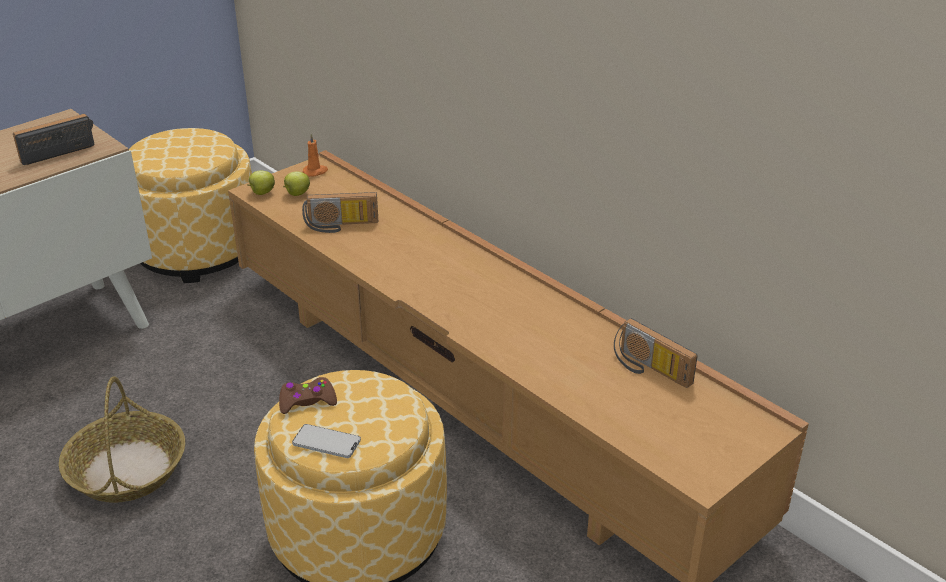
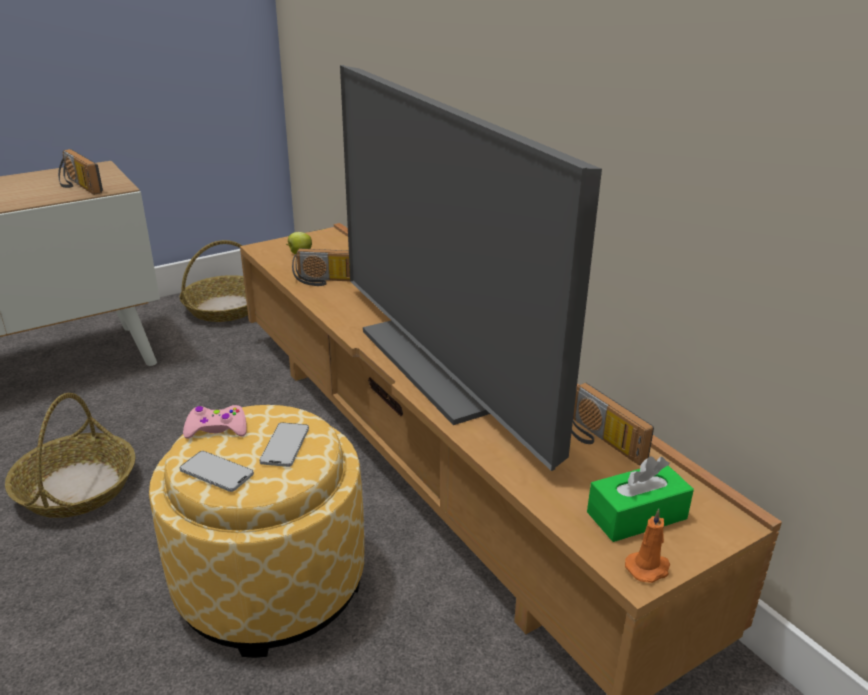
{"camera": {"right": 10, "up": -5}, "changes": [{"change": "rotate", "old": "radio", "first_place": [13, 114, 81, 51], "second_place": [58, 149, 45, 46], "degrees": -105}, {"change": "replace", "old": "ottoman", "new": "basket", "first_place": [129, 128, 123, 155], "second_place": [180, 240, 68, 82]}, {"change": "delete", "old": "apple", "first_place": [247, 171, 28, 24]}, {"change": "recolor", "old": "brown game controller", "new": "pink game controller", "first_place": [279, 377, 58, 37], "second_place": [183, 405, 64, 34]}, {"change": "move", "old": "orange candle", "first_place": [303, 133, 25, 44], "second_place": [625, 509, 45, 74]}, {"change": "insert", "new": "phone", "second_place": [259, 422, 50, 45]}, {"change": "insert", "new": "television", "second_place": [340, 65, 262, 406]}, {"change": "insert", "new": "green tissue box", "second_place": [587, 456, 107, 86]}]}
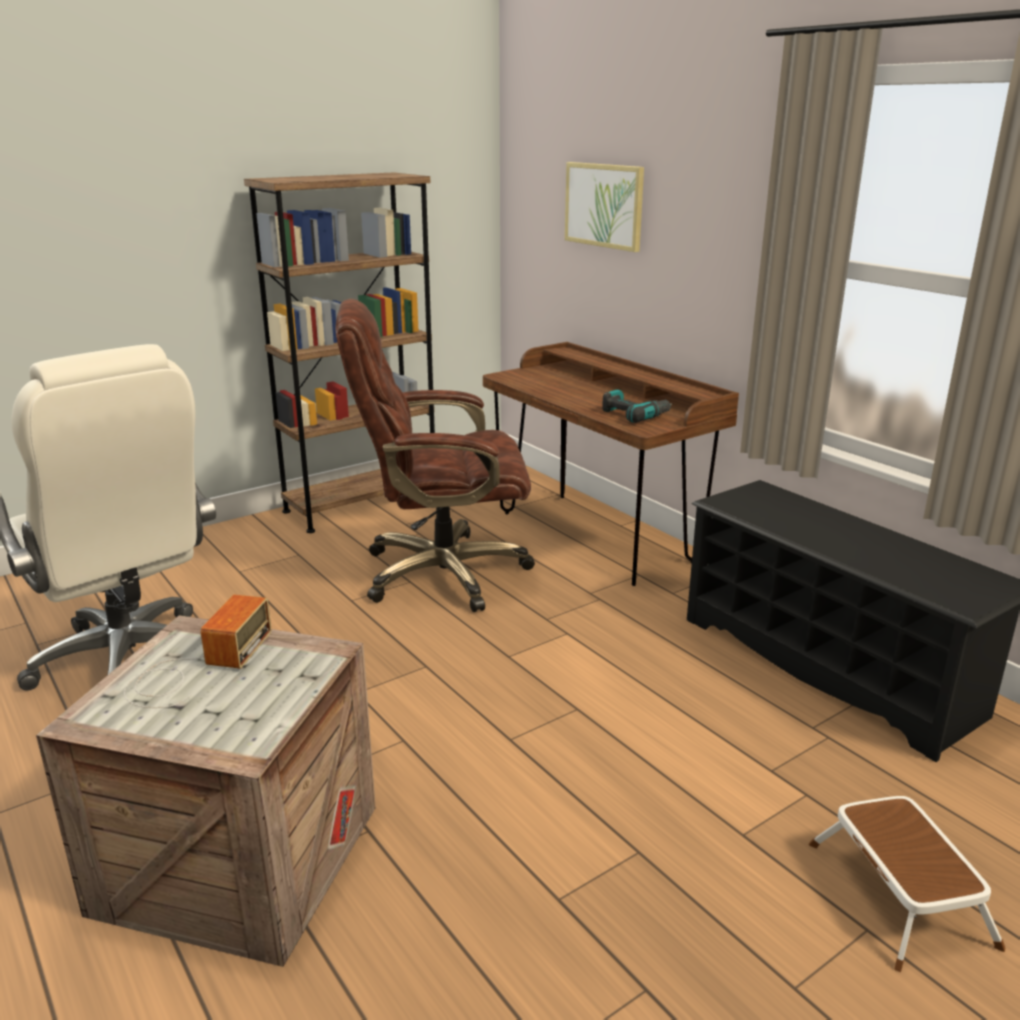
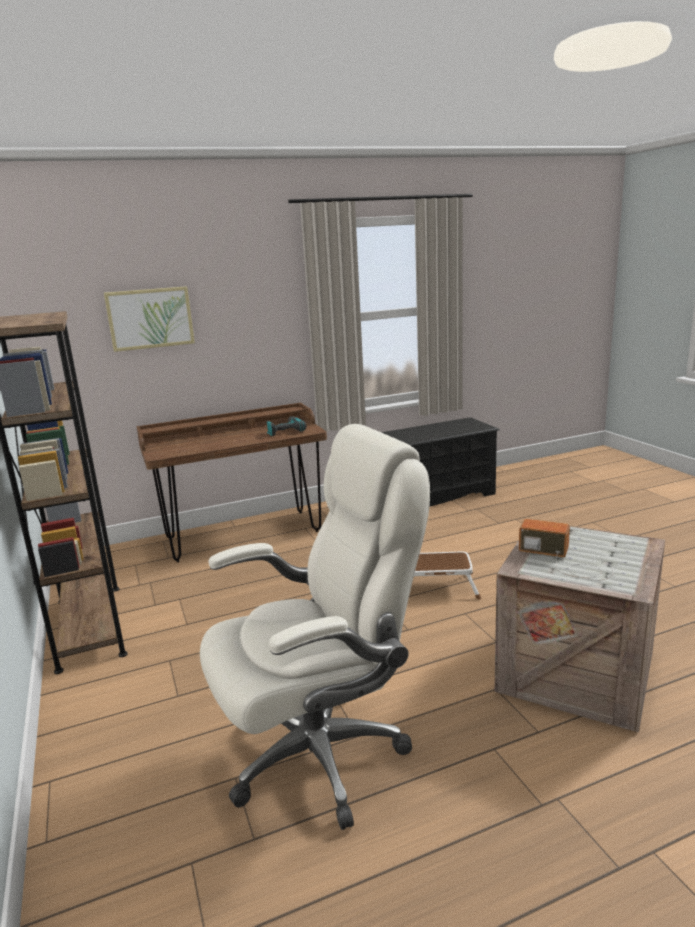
{"camera": {"right": -75, "up": -5}, "changes": [{"change": "delete", "old": "brown office chair", "first_place": [335, 299, 200, 313]}, {"change": "move", "old": "brown step ladder", "first_place": [808, 796, 197, 176], "second_place": [414, 552, 67, 48]}]}
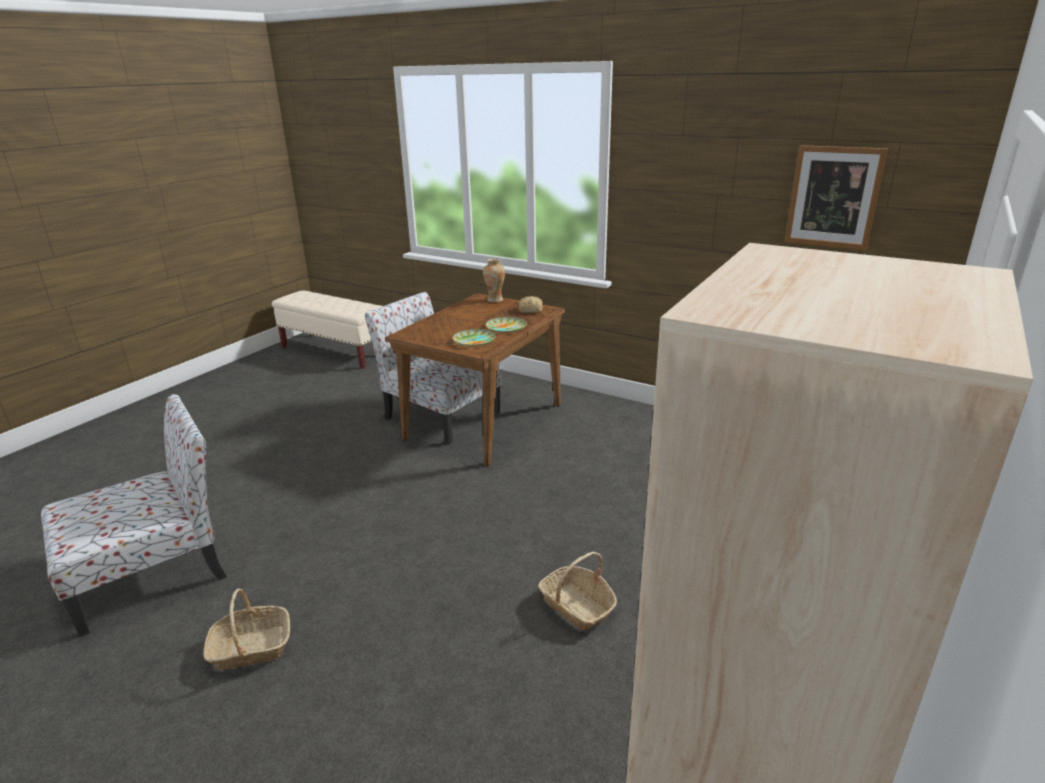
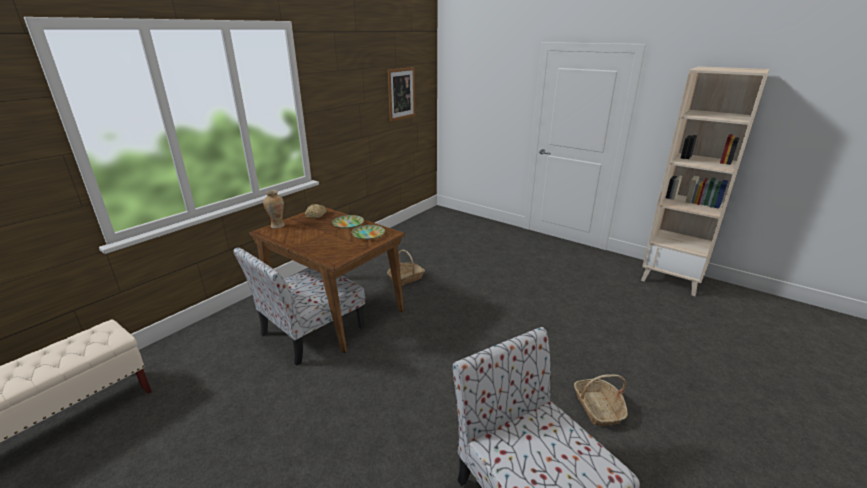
{"camera": {"right": -85, "up": 0}, "changes": [{"change": "move", "old": "basket", "first_place": [538, 552, 79, 79], "second_place": [387, 250, 38, 36]}]}
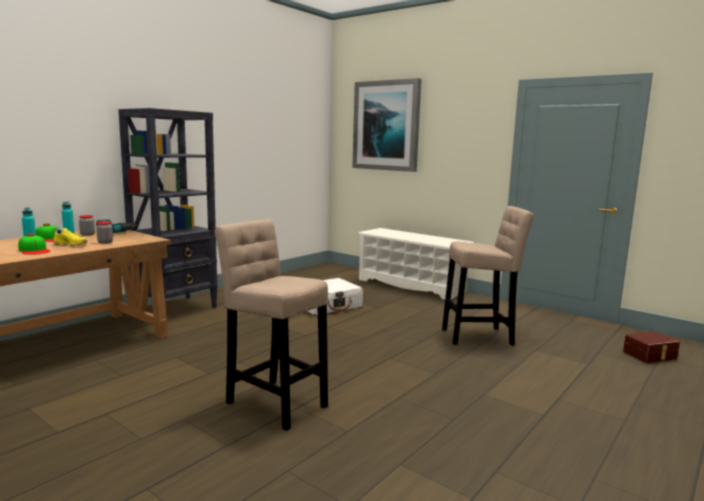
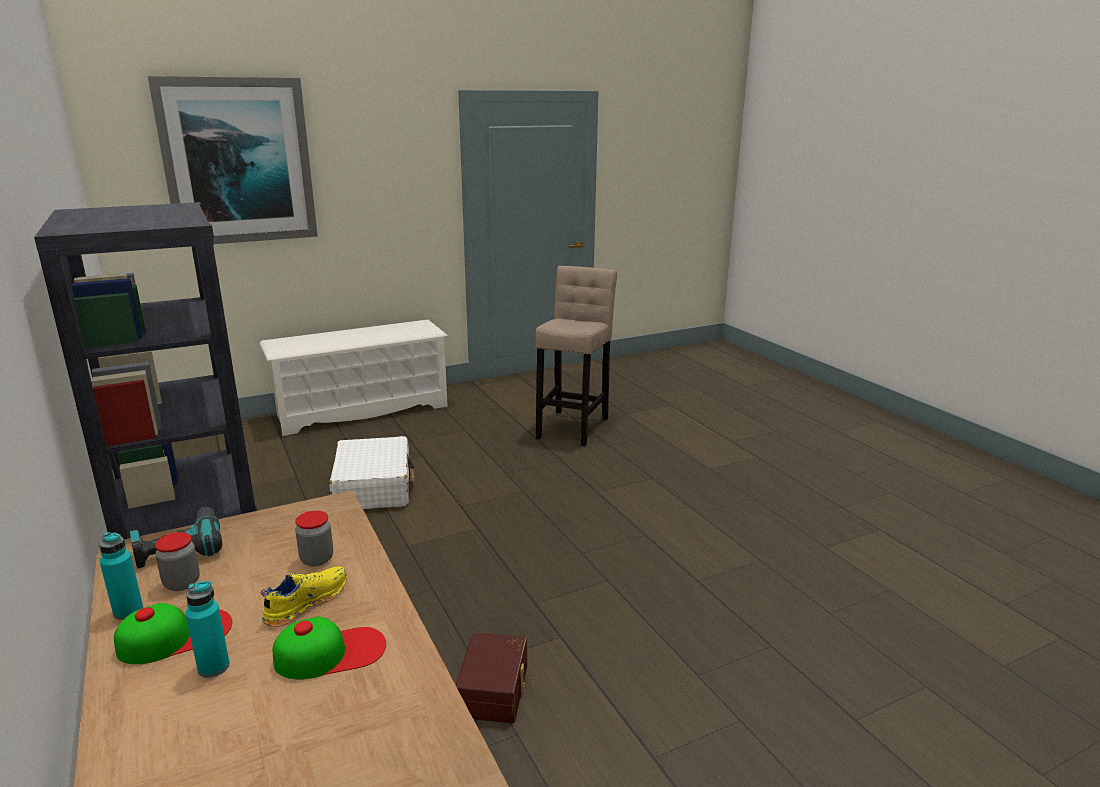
{"camera": {"right": -65, "up": 10}, "changes": [{"change": "delete", "old": "beige stool", "first_place": [215, 219, 113, 212]}, {"change": "move", "old": "brown storage box", "first_place": [623, 331, 57, 32], "second_place": [456, 633, 71, 90]}]}
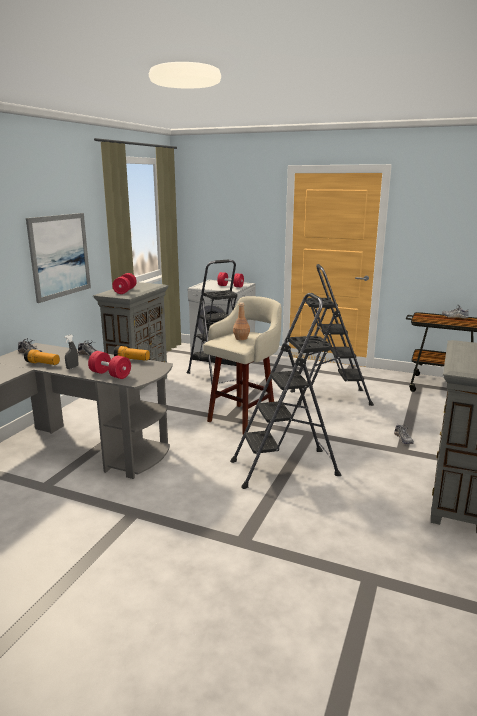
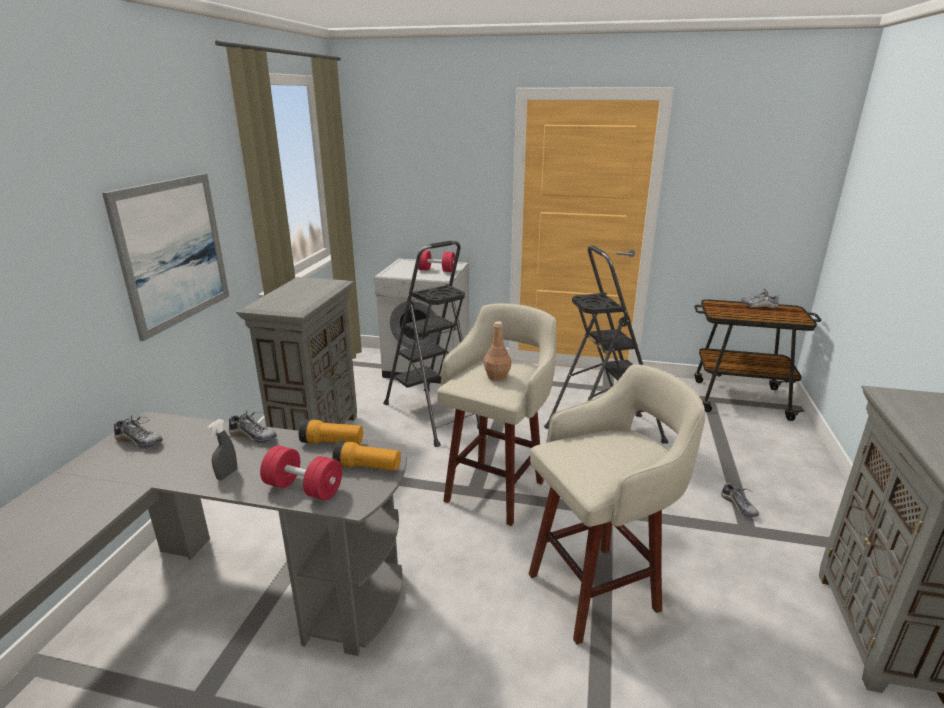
{"camera": {"right": -10, "up": 5}, "changes": [{"change": "move", "old": "flashlight", "first_place": [24, 349, 36, 16], "second_place": [332, 441, 69, 30]}, {"change": "delete", "old": "red dumbbell", "first_place": [112, 273, 25, 21]}, {"change": "replace", "old": "step ladder", "new": "beige stool", "first_place": [230, 293, 111, 196], "second_place": [529, 364, 176, 281]}]}
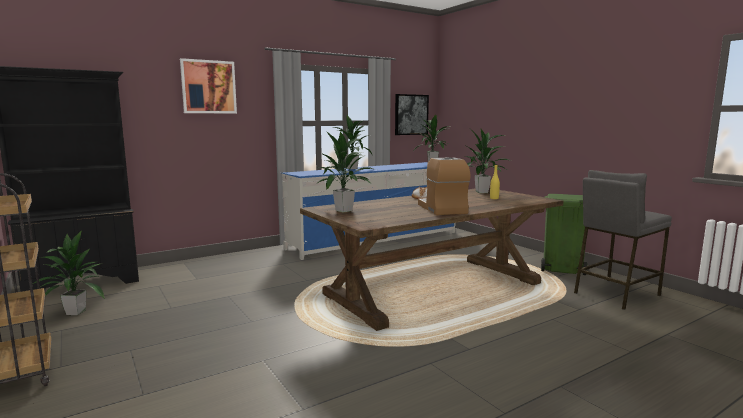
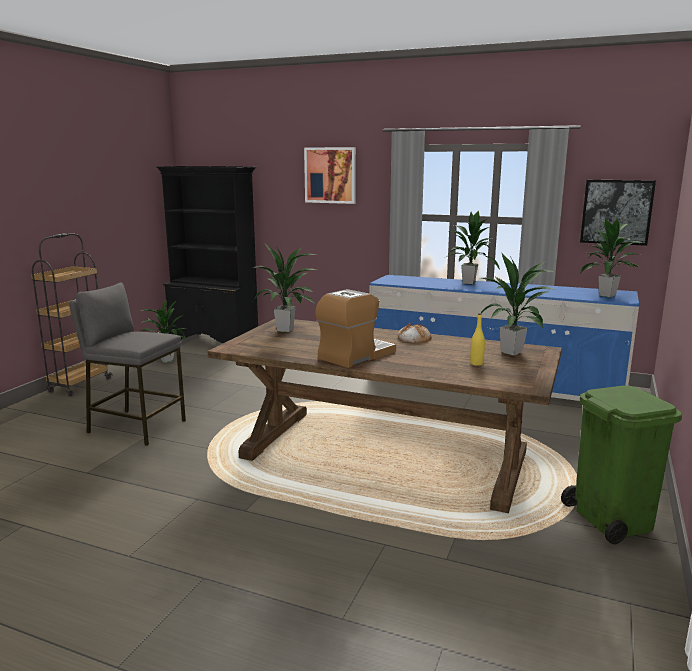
{"camera": {"right": 55, "up": 5}, "changes": [{"change": "move", "old": "grey stool", "first_place": [574, 170, 98, 140], "second_place": [69, 283, 117, 163]}]}
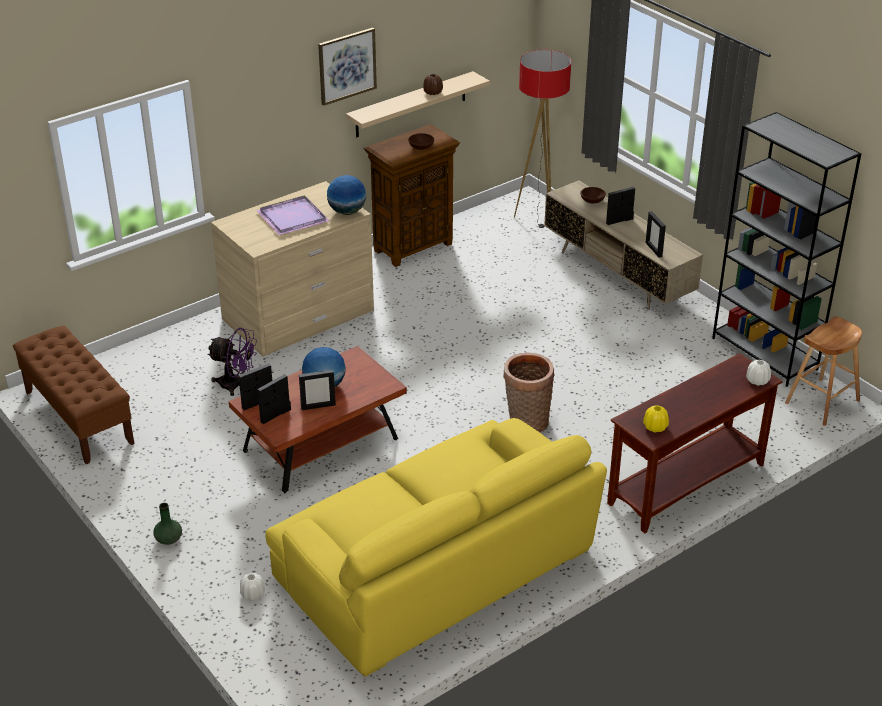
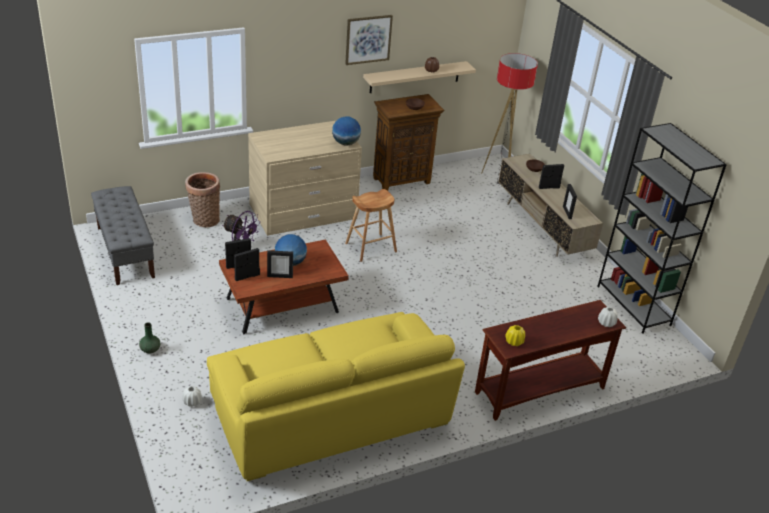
{"camera": {"right": 10, "up": 0}, "changes": [{"change": "recolor", "old": "brown bench", "new": "grey bench", "first_place": [13, 326, 121, 138], "second_place": [91, 186, 64, 99]}, {"change": "delete", "old": "purple tray", "first_place": [256, 195, 74, 41]}, {"change": "move", "old": "basket", "first_place": [503, 353, 51, 79], "second_place": [185, 172, 35, 56]}, {"change": "move", "old": "brown stool", "first_place": [785, 317, 77, 109], "second_place": [345, 189, 52, 73]}]}
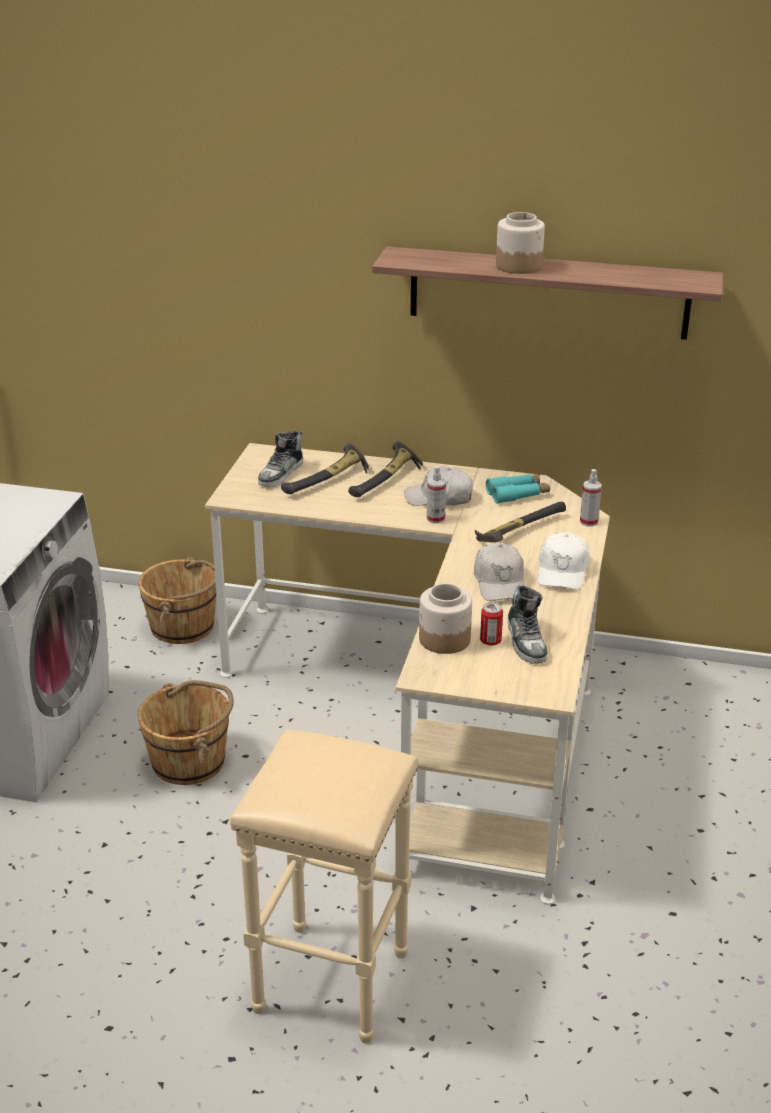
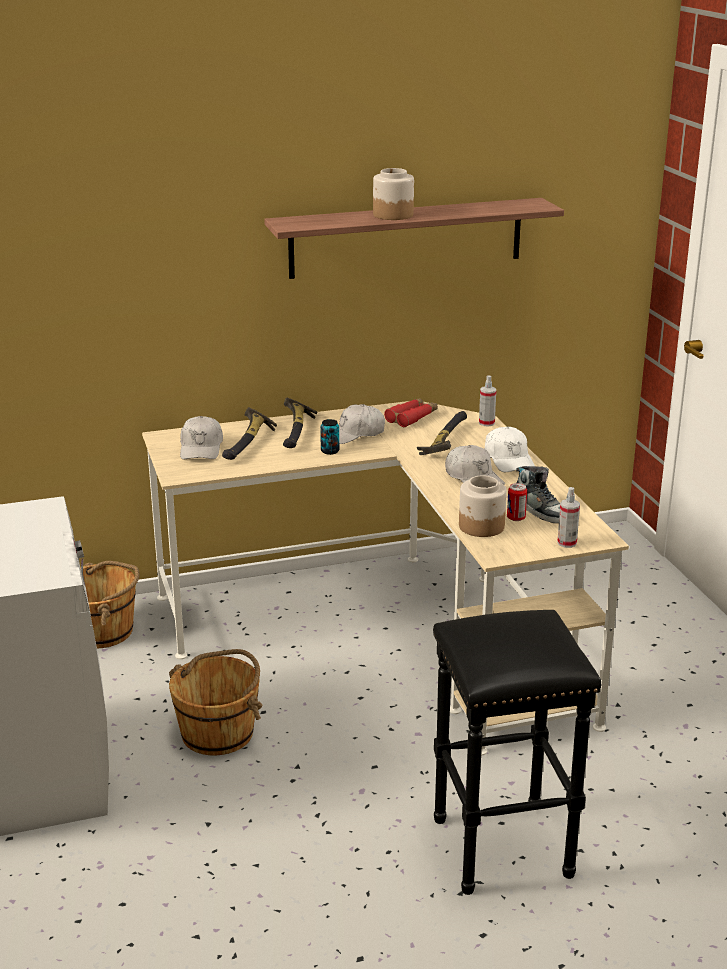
{"camera": {"right": -30, "up": -5}, "changes": [{"change": "recolor", "old": "beige stool", "new": "black stool", "first_place": [230, 729, 188, 314], "second_place": [433, 610, 169, 285]}, {"change": "replace", "old": "shoe", "new": "white cap", "first_place": [258, 431, 45, 56], "second_place": [180, 416, 43, 43]}, {"change": "move", "old": "spray bottle", "first_place": [427, 466, 19, 58], "second_place": [557, 487, 23, 61]}, {"change": "recolor", "old": "turquoise binoculars", "new": "red binoculars", "first_place": [486, 474, 64, 30], "second_place": [384, 398, 54, 29]}, {"change": "insert", "new": "can", "second_place": [320, 419, 19, 36]}]}
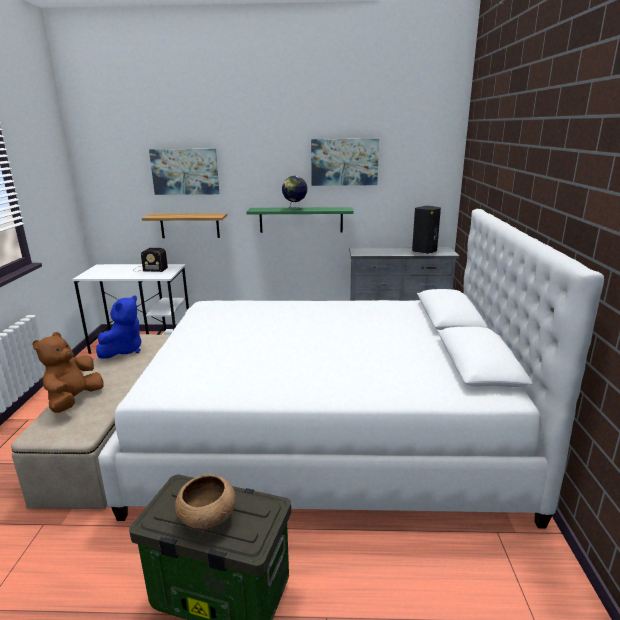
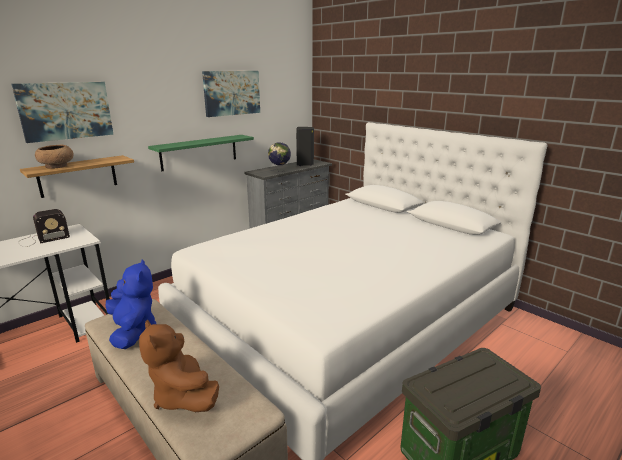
{"camera": {"right": -45, "up": 0}, "changes": [{"change": "move", "old": "brown bowl", "first_place": [175, 474, 61, 56], "second_place": [35, 145, 39, 24]}, {"change": "move", "old": "globe", "first_place": [282, 176, 25, 34], "second_place": [268, 142, 23, 30]}]}
